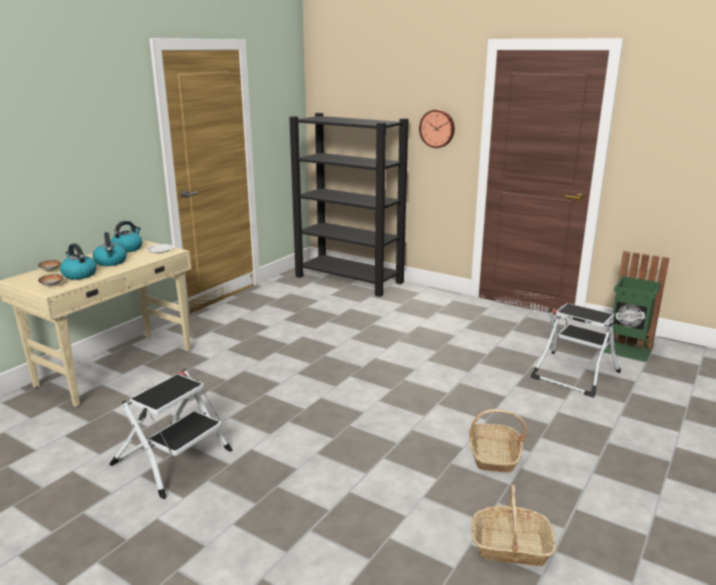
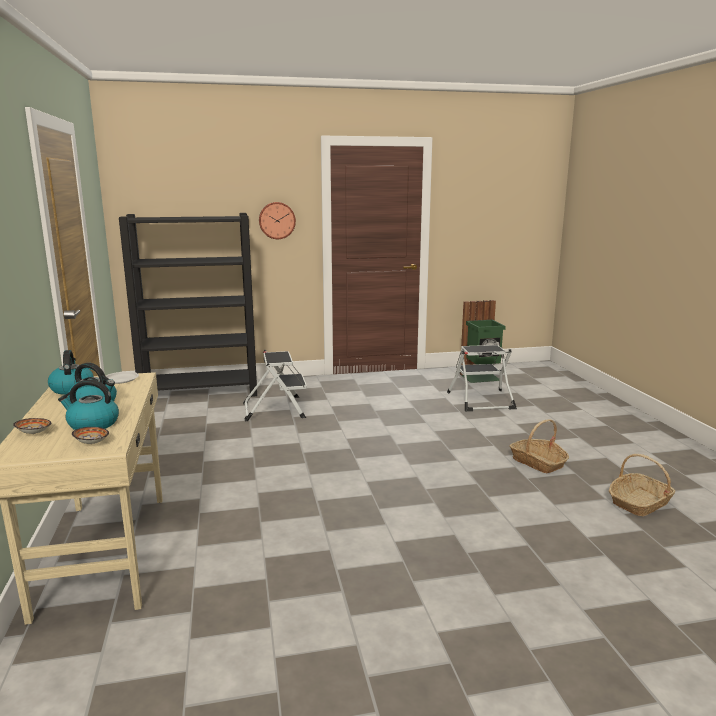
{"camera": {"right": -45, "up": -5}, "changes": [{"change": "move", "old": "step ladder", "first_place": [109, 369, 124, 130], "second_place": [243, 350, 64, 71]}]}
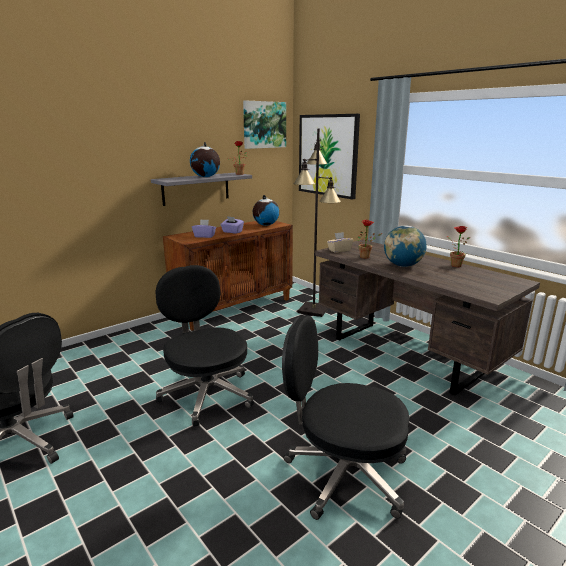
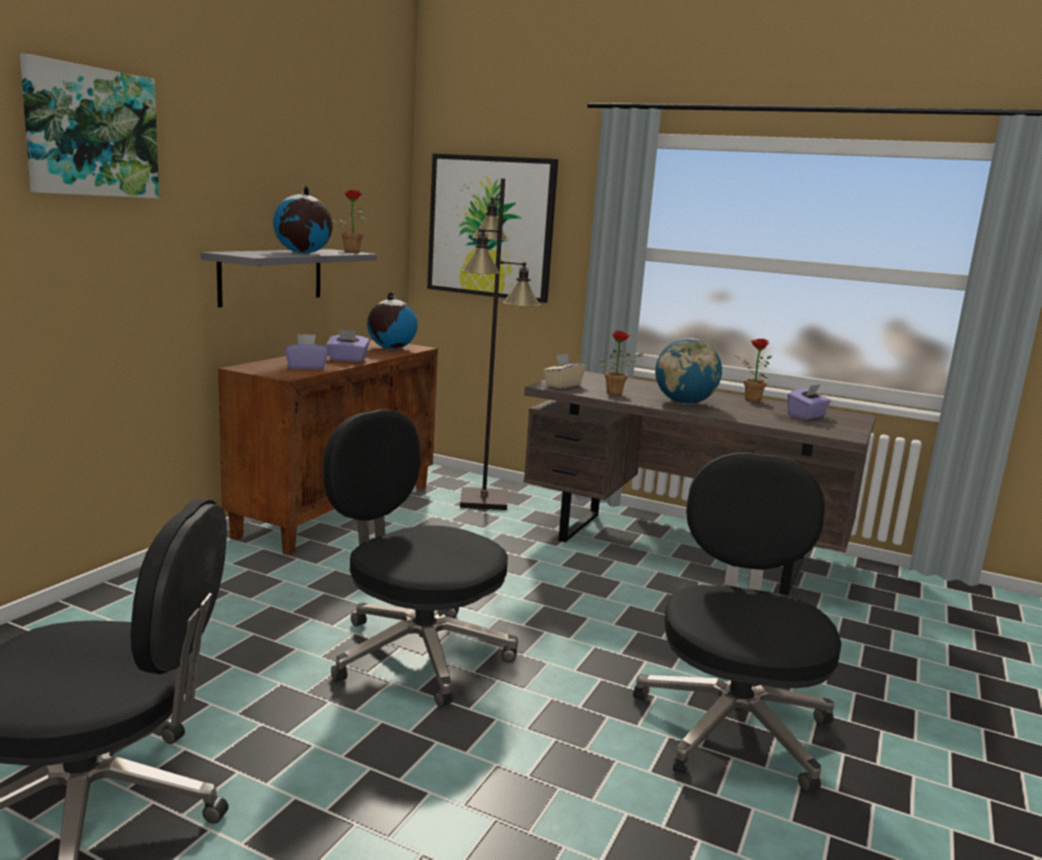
{"camera": {"right": -25, "up": -5}, "changes": [{"change": "move", "old": "picture", "first_place": [243, 100, 43, 49], "second_place": [20, 54, 139, 144]}, {"change": "rotate", "old": "black office chair", "first_place": [282, 316, 127, 204], "second_place": [633, 452, 208, 340], "degrees": 105}, {"change": "insert", "new": "purple tissue box", "second_place": [787, 384, 44, 36]}]}
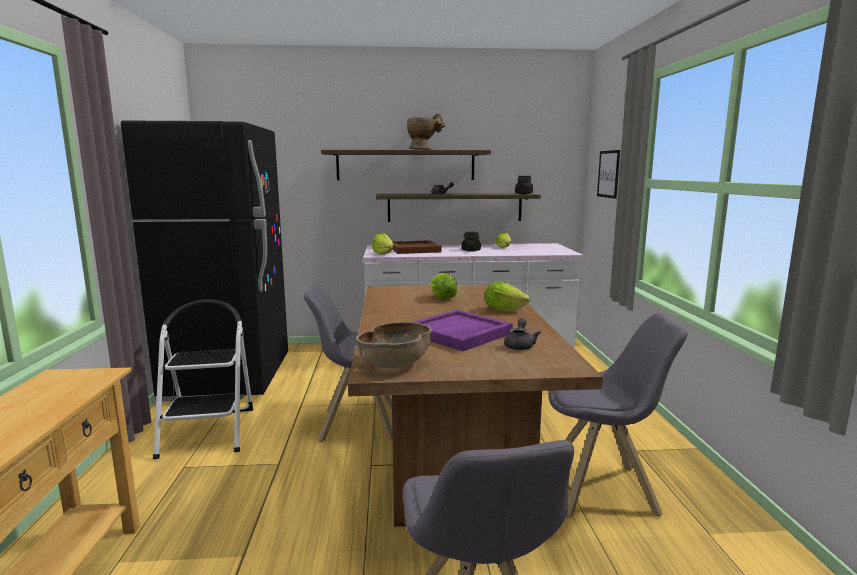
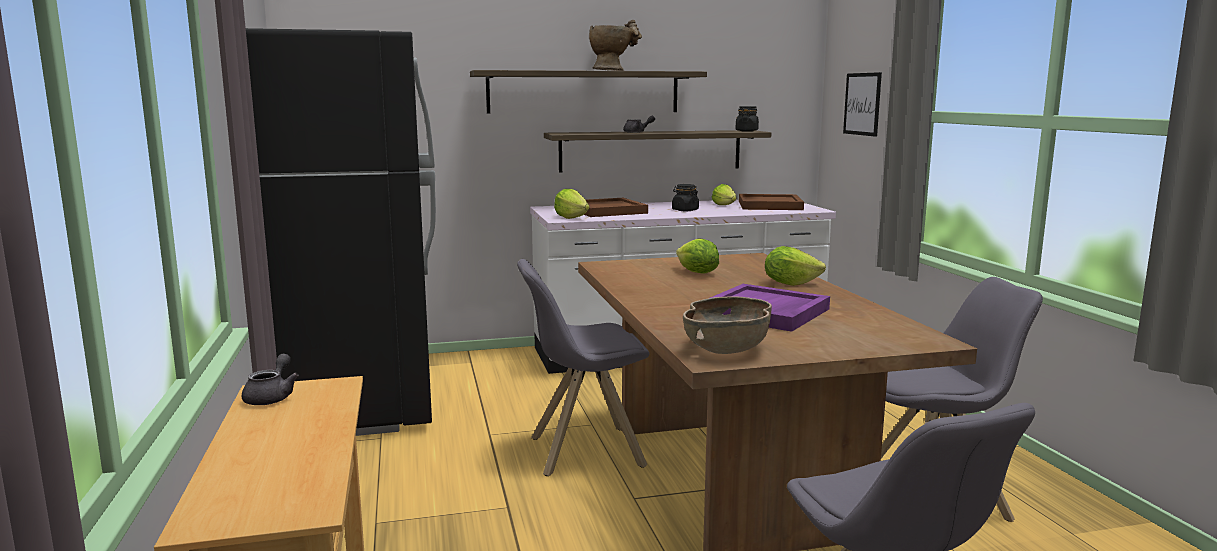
{"camera": {"right": -10, "up": 0}, "changes": [{"change": "delete", "old": "step ladder", "first_place": [153, 299, 100, 160]}, {"change": "move", "old": "grey teapot", "first_place": [504, 318, 37, 32], "second_place": [242, 354, 57, 51]}, {"change": "insert", "new": "brown tray", "second_place": [739, 194, 65, 16]}]}
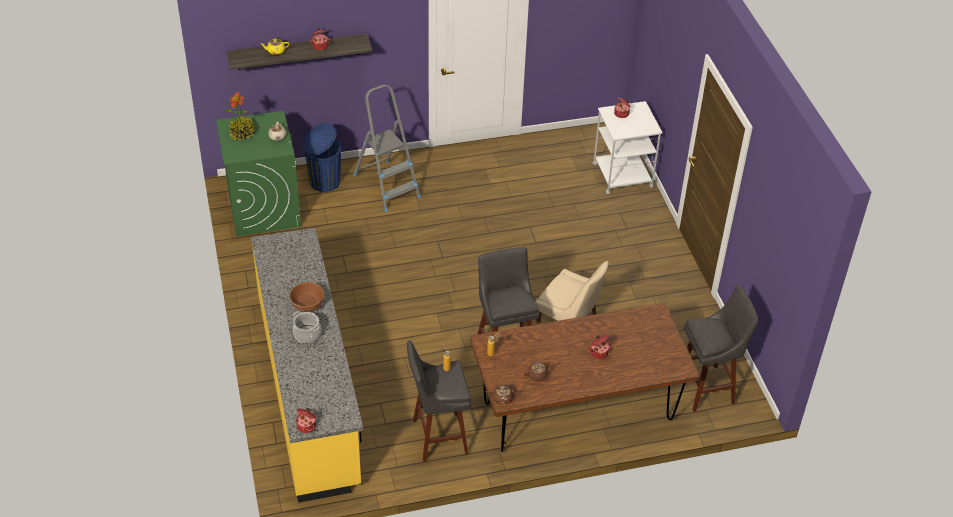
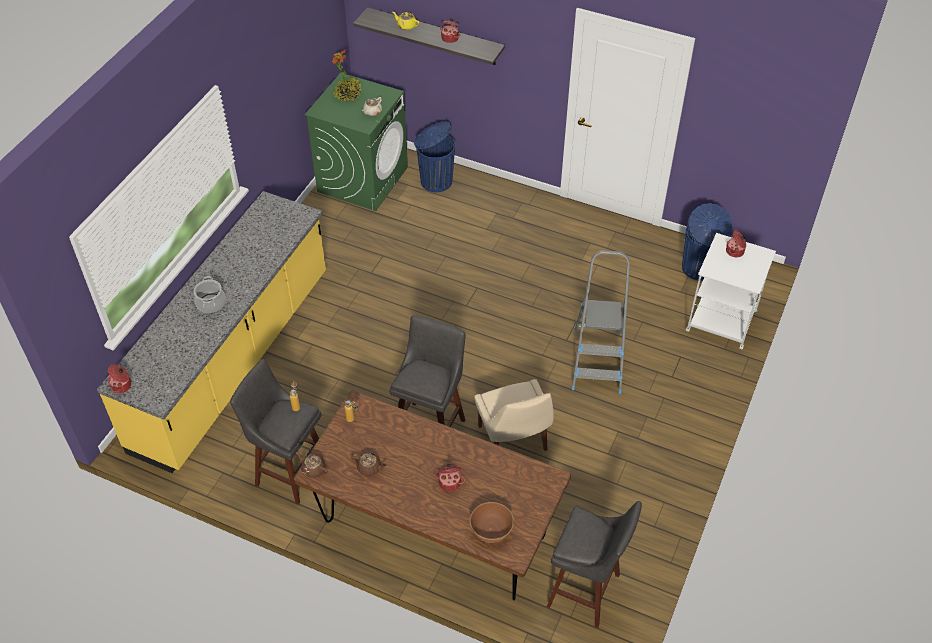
{"camera": {"right": 40, "up": 5}, "changes": [{"change": "move", "old": "brown bowl", "first_place": [289, 282, 35, 30], "second_place": [469, 502, 45, 41]}, {"change": "move", "old": "grey step ladder", "first_place": [353, 85, 68, 127], "second_place": [572, 250, 58, 144]}, {"change": "insert", "new": "blue trash can", "second_place": [682, 203, 51, 78]}]}
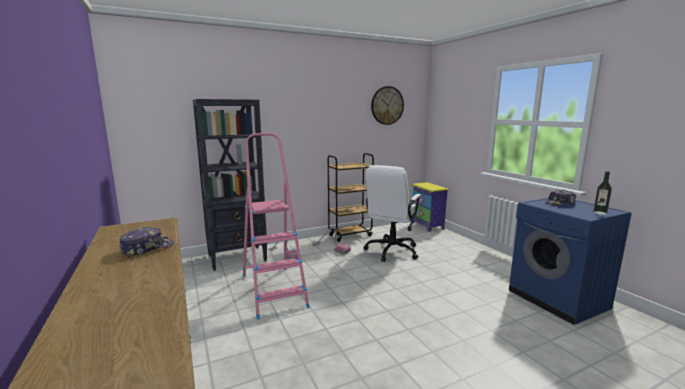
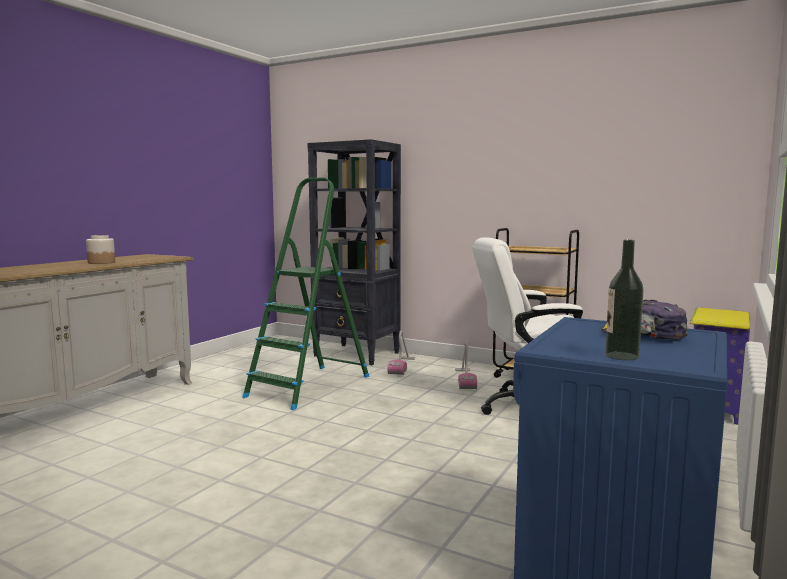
{"camera": {"right": 55, "up": -5}, "changes": [{"change": "replace", "old": "cap", "new": "jar", "first_place": [120, 227, 54, 31], "second_place": [86, 235, 29, 29]}, {"change": "recolor", "old": "pink step ladder", "new": "green step ladder", "first_place": [243, 133, 67, 187], "second_place": [242, 177, 127, 233]}, {"change": "delete", "old": "wall clock", "first_place": [371, 86, 33, 39]}]}
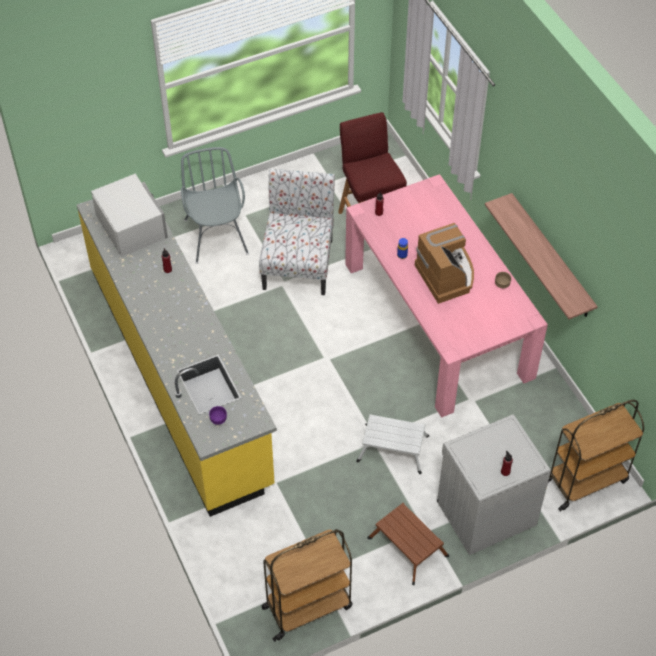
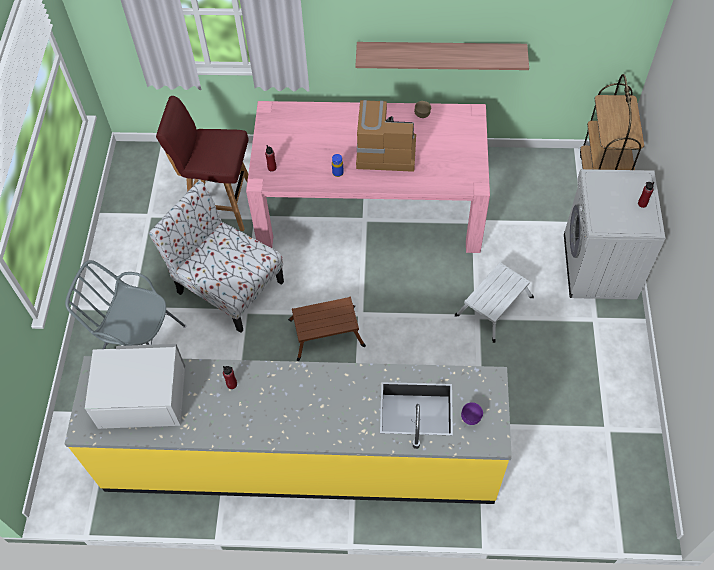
{"camera": {"right": -60, "up": 5}, "changes": [{"change": "delete", "old": "brown cart", "first_place": [262, 529, 91, 113]}, {"change": "move", "old": "brown step ladder", "first_place": [367, 503, 82, 82], "second_place": [288, 297, 78, 64]}]}
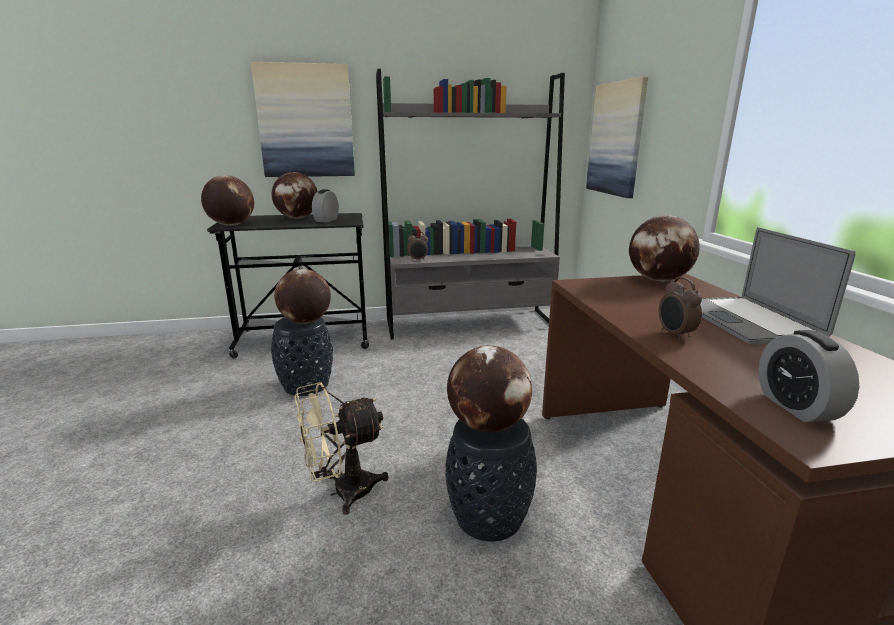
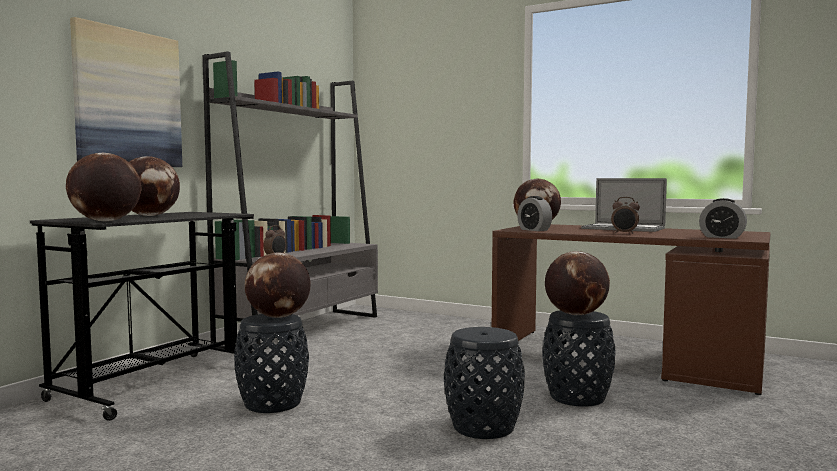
{"camera": {"right": -50, "up": -15}, "changes": [{"change": "replace", "old": "beige fan", "new": "black stool", "first_place": [294, 382, 95, 133], "second_place": [444, 327, 81, 112]}, {"change": "move", "old": "alarm clock", "first_place": [312, 189, 27, 33], "second_place": [517, 196, 35, 35]}, {"change": "delete", "old": "picture", "first_place": [586, 76, 62, 122]}]}
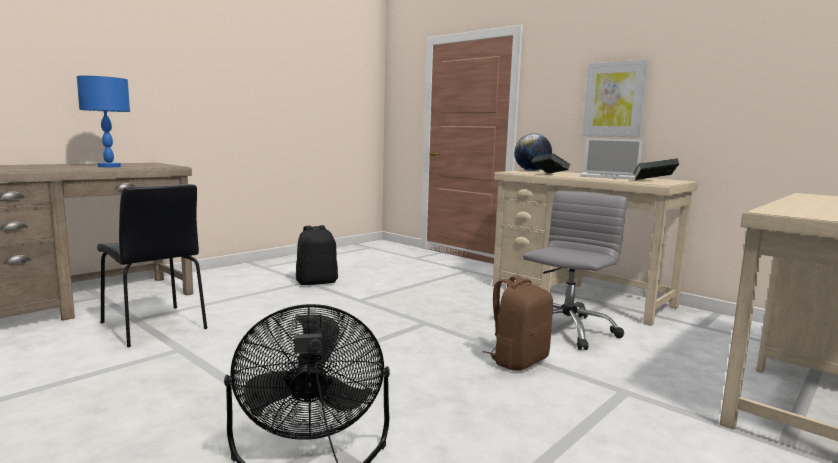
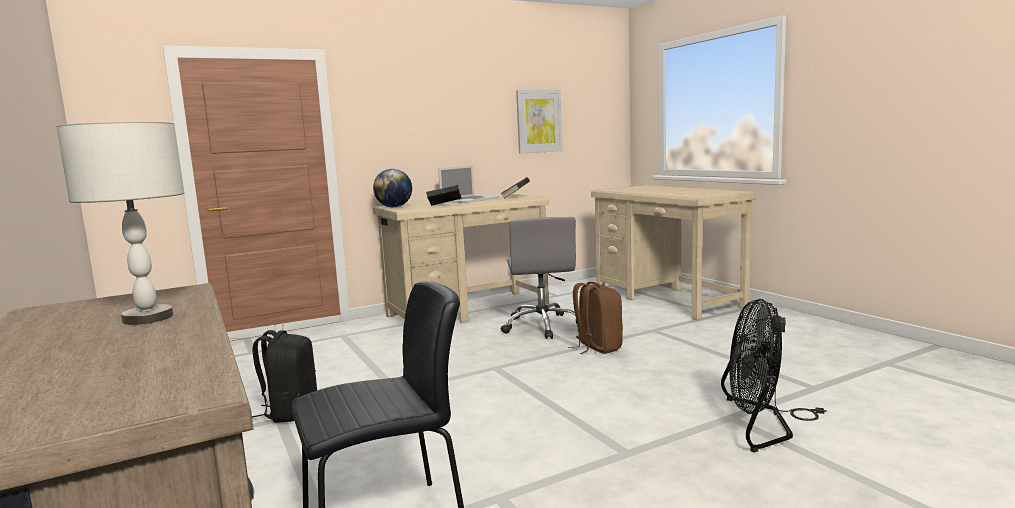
{"camera": {"right": -70, "up": 0}, "changes": [{"change": "recolor", "old": "blue table lamp", "new": "grey table lamp", "first_place": [77, 76, 53, 91], "second_place": [56, 122, 128, 203]}, {"change": "rotate", "old": "grey office chair", "first_place": [523, 191, 105, 159], "second_place": [501, 217, 76, 122], "degrees": -150}, {"change": "move", "old": "picture", "first_place": [582, 59, 67, 78], "second_place": [516, 90, 47, 64]}]}
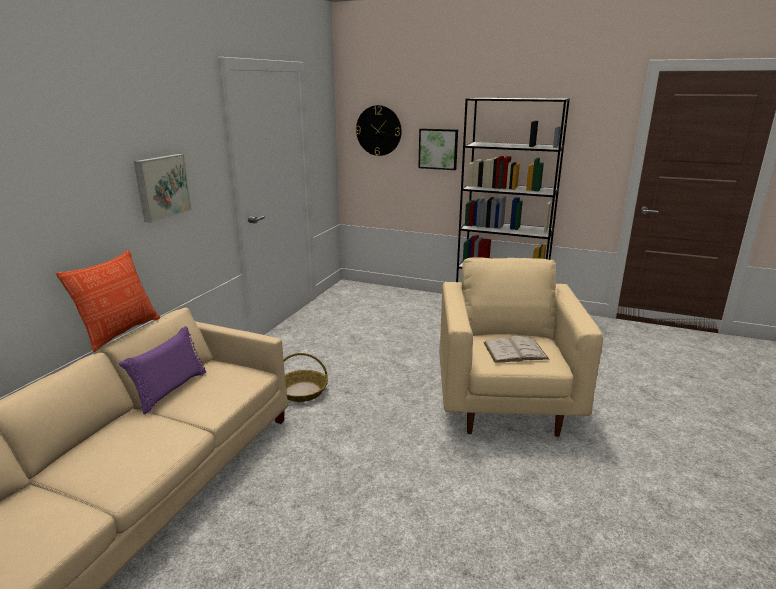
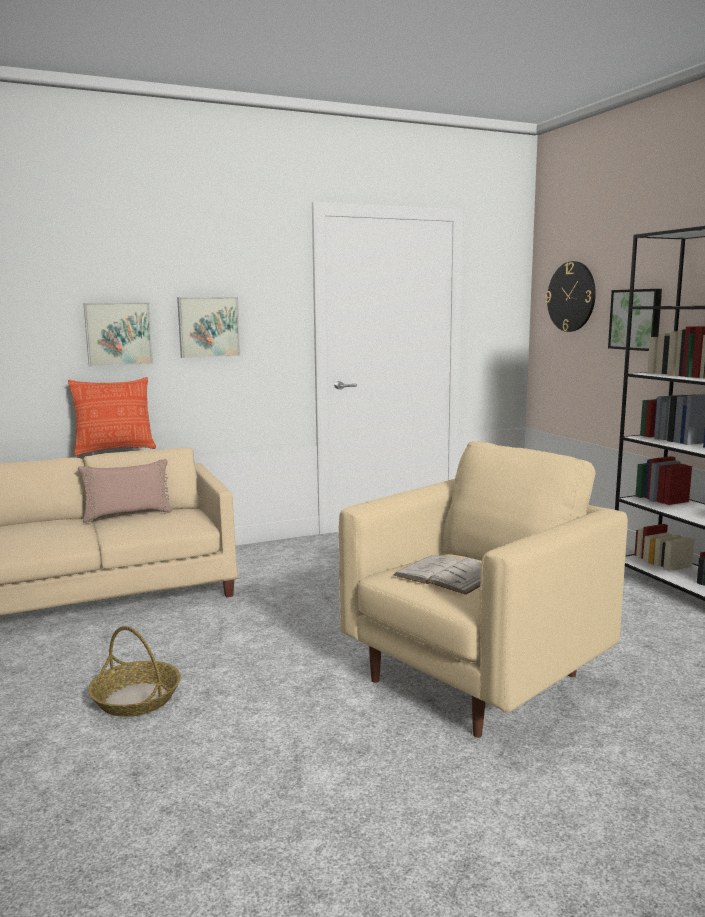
{"camera": {"right": 45, "up": -10}, "changes": [{"change": "recolor", "old": "purple pillow", "new": "beige pillow", "first_place": [119, 326, 87, 88], "second_place": [78, 459, 94, 64]}, {"change": "move", "old": "basket", "first_place": [283, 353, 45, 49], "second_place": [88, 626, 93, 91]}, {"change": "insert", "new": "picture", "second_place": [84, 303, 69, 63]}]}
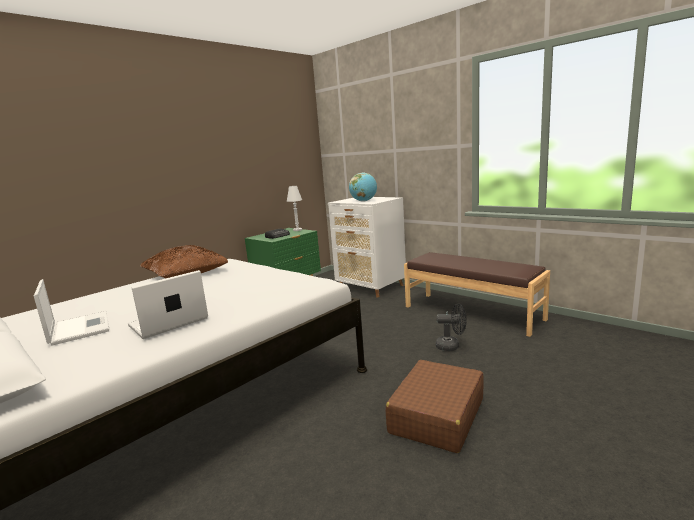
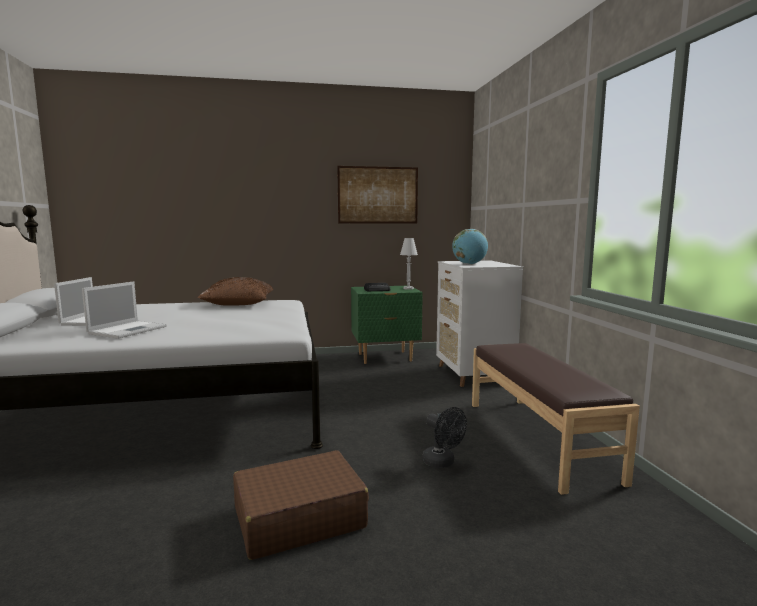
{"camera": {"right": 35, "up": -5}, "changes": [{"change": "rotate", "old": "laptop", "first_place": [128, 270, 80, 69], "second_place": [82, 282, 85, 57], "degrees": 120}, {"change": "insert", "new": "picture", "second_place": [337, 166, 81, 58]}]}
